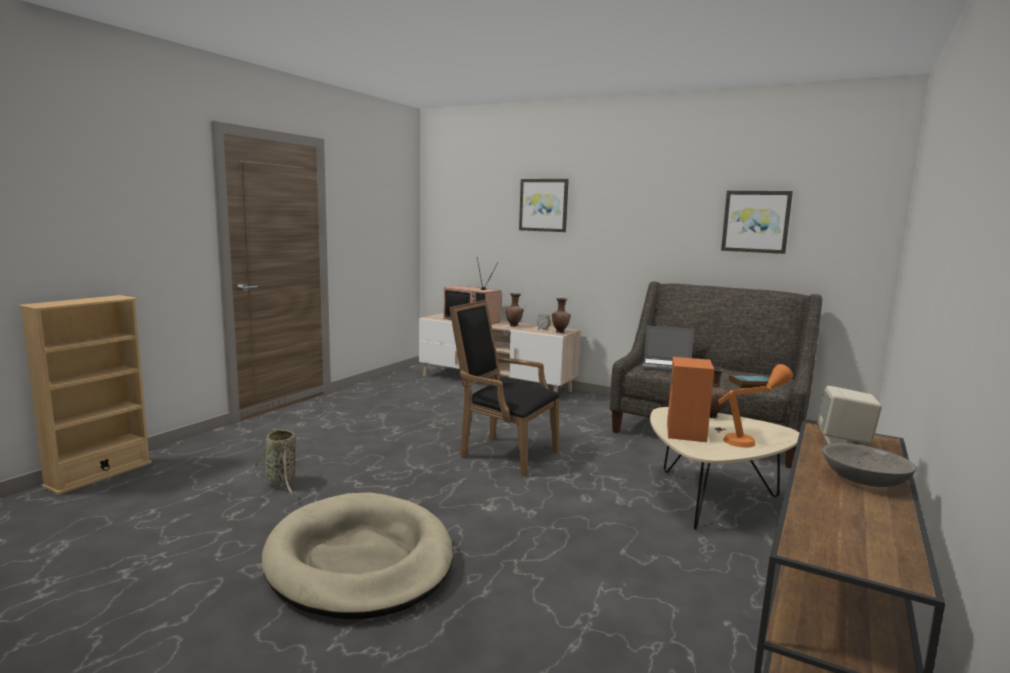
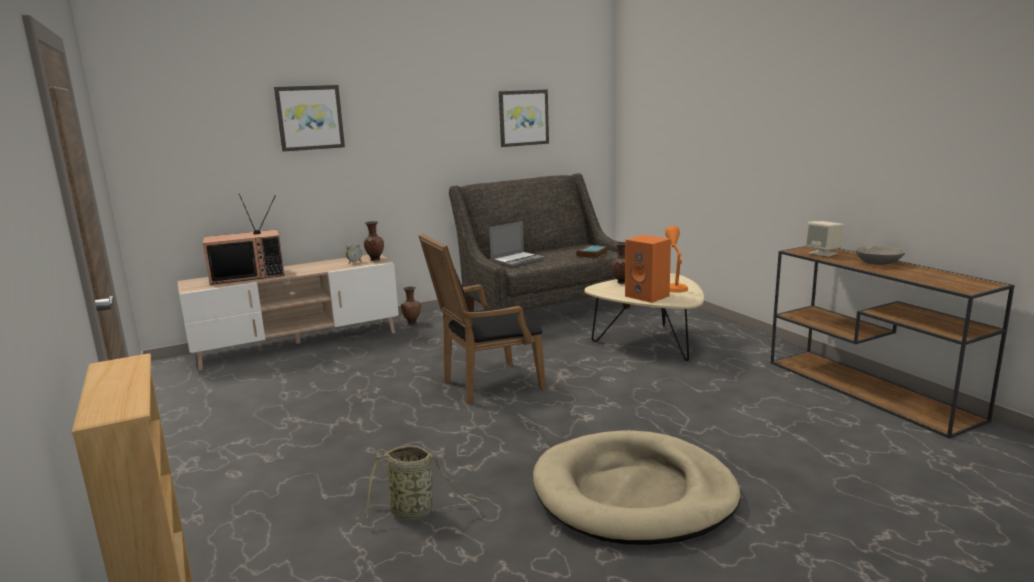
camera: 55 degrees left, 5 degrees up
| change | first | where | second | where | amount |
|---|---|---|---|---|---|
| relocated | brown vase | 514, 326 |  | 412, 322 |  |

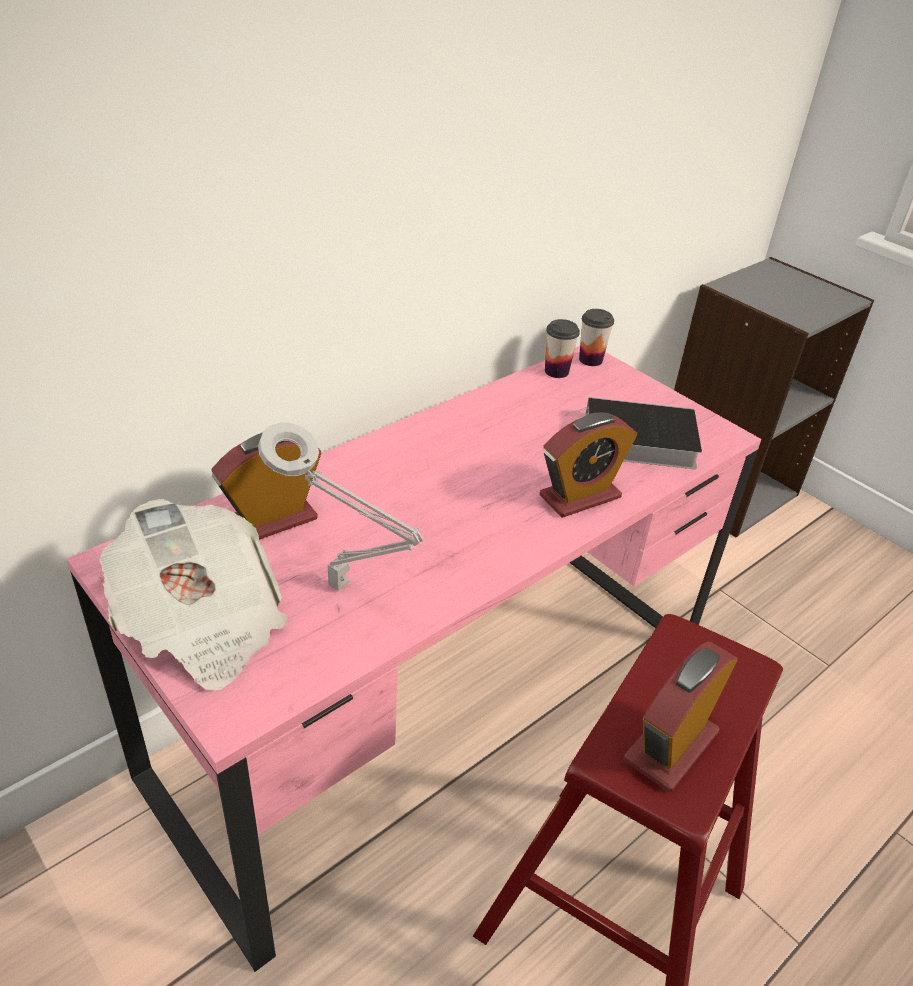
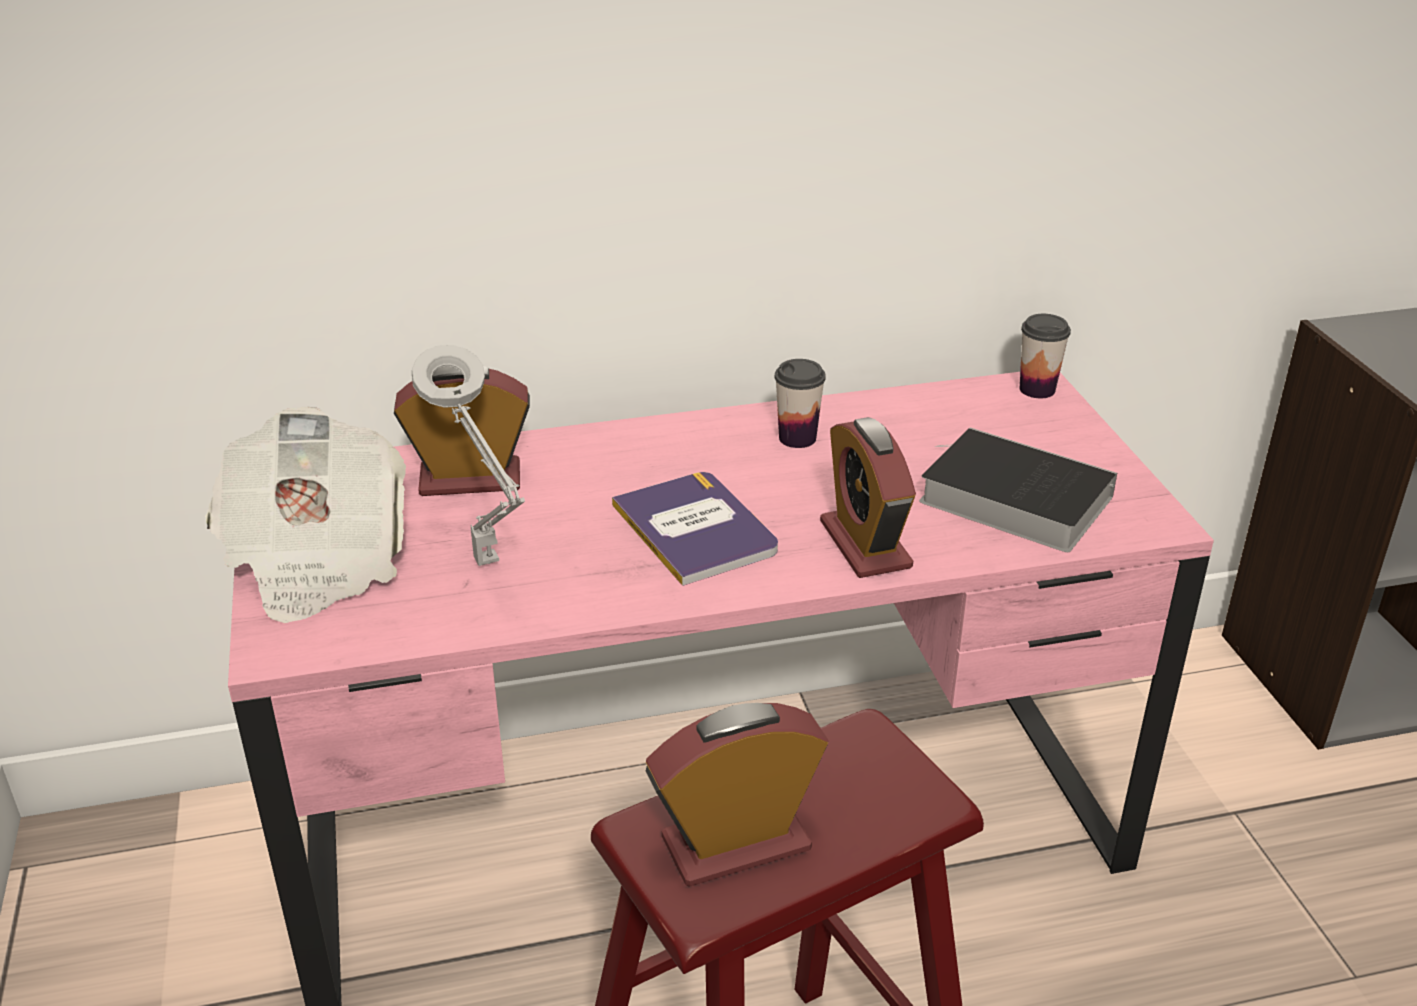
camera: 30 degrees right, 5 degrees down
| change | first | where | second | where | amount |
|---|---|---|---|---|---|
| spun | alarm clock | 580, 496 |  | 865, 544 | 75 degrees clockwise |
| relocated | cup | 556, 371 |  | 797, 438 |  |
| appeared |  |  | book | 695, 529 |  |

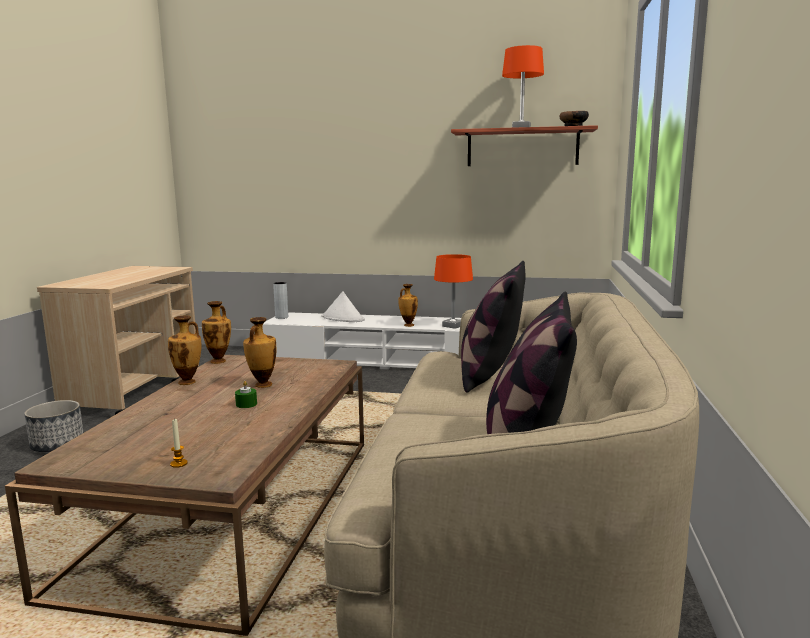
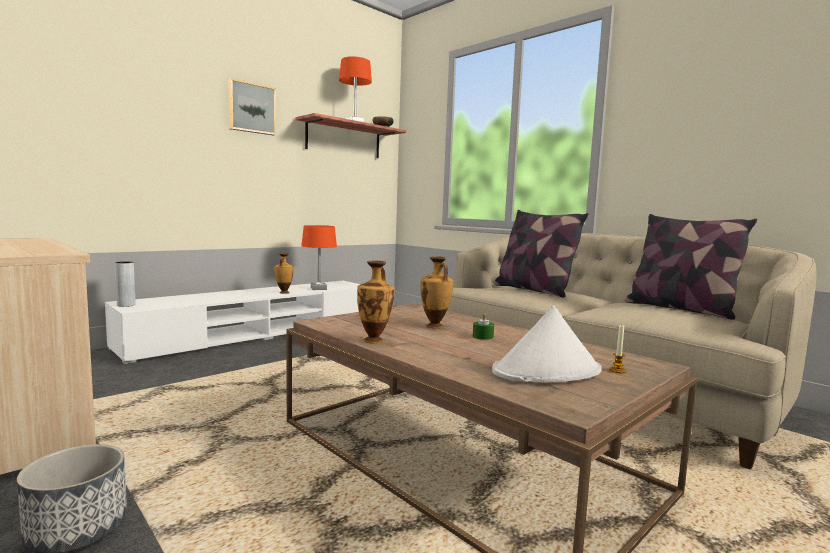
camera: 55 degrees left, 5 degrees down
| change | first | where | second | where | amount |
|---|---|---|---|---|---|
| missing | vase | 219, 361 |  |  |  |
| relocated | white hat | 343, 318 |  | 547, 371 |  |
| appeared |  |  | picture | 251, 108 |  |

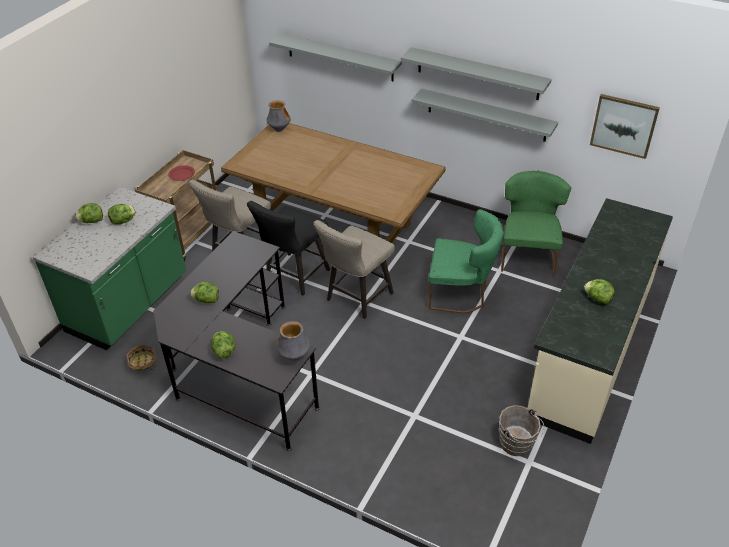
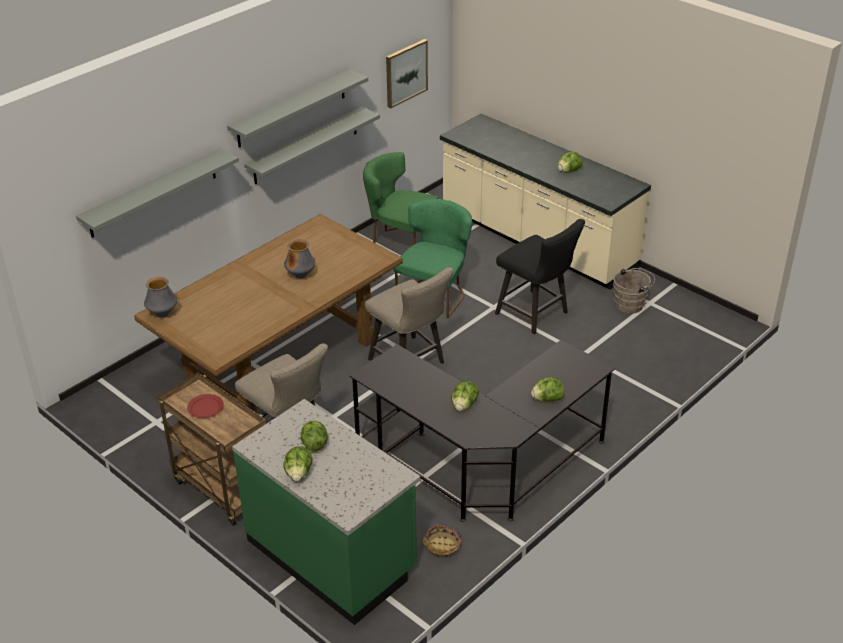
camera: 75 degrees left, 5 degrees down
| change | first | where | second | where | amount |
|---|---|---|---|---|---|
| relocated | black stool | 294, 277 |  | 536, 315 |  |
| relocated | vase | 294, 356 |  | 300, 275 |  |

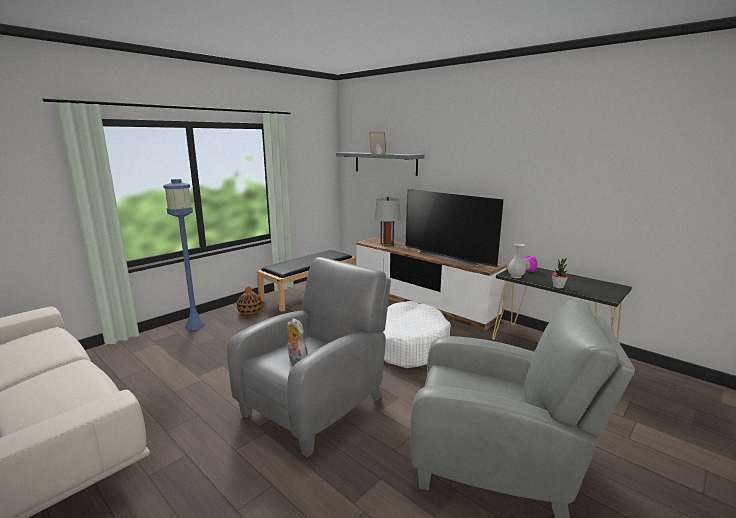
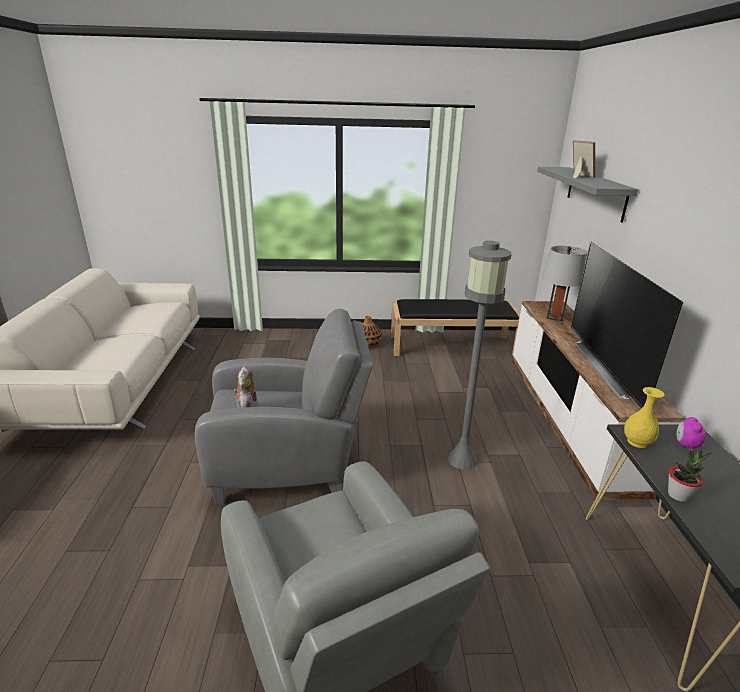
camera: 45 degrees right, 10 degrees up
| change | first | where | second | where | amount |
|---|---|---|---|---|---|
| missing | blue floor lamp | 195, 325 |  |  |  |
| exchanged | white dog bed | 409, 344 | grey floor lamp | 462, 460 |  |
| colour | white vase | 516, 276 | yellow vase | 637, 442 |  |

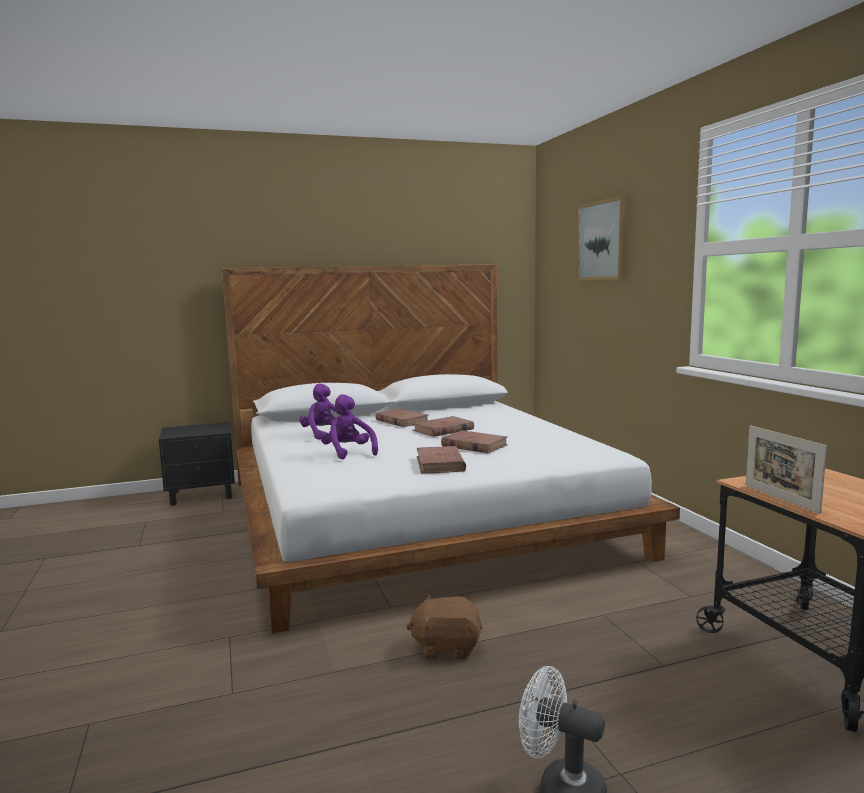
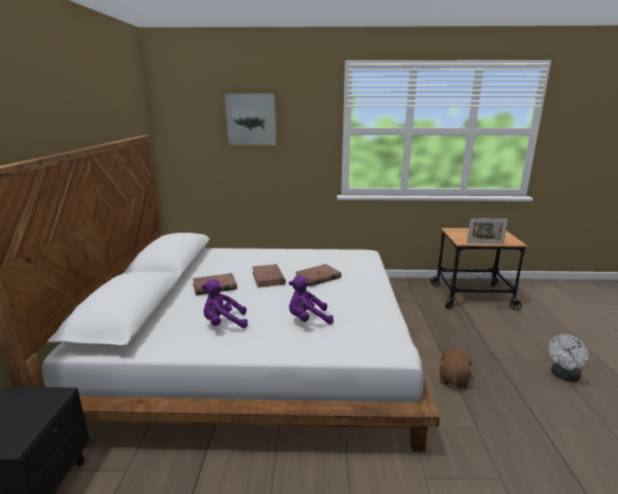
camera: 70 degrees left, 10 degrees up
| change | first | where | second | where | amount |
|---|---|---|---|---|---|
| missing | brown book | 440, 464 |  |  |  |

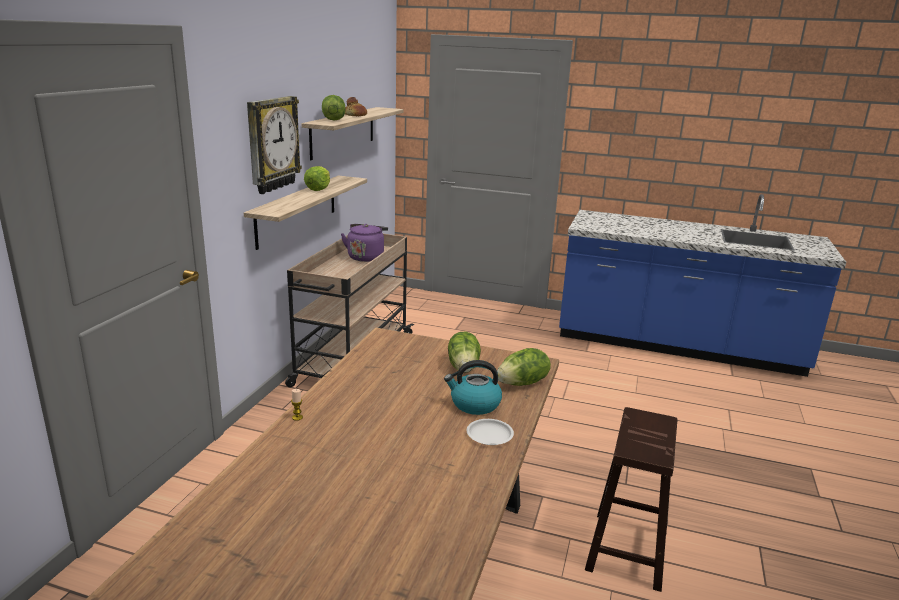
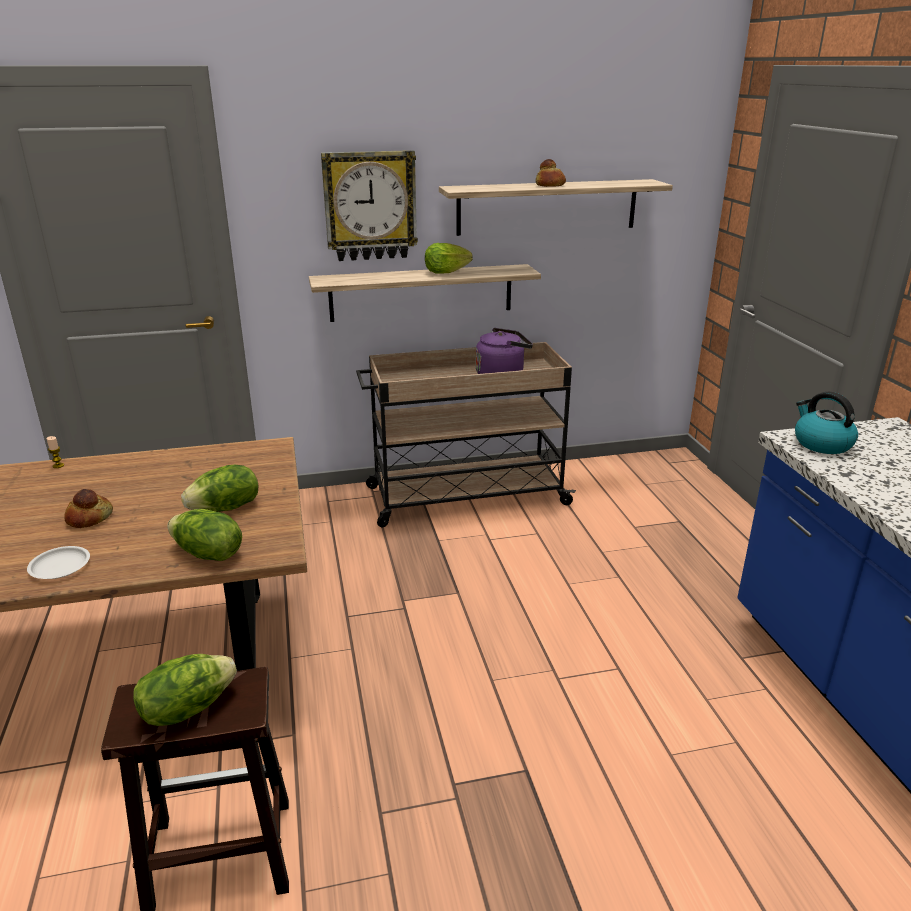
camera: 60 degrees right, 5 degrees up
| change | first | where | second | where | amount |
|---|---|---|---|---|---|
| relocated | lettuce | 333, 119 |  | 187, 708 |  |
| relocated | kettle | 474, 404 |  | 821, 443 |  |
| appeared |  |  | bread | 89, 518 |  |

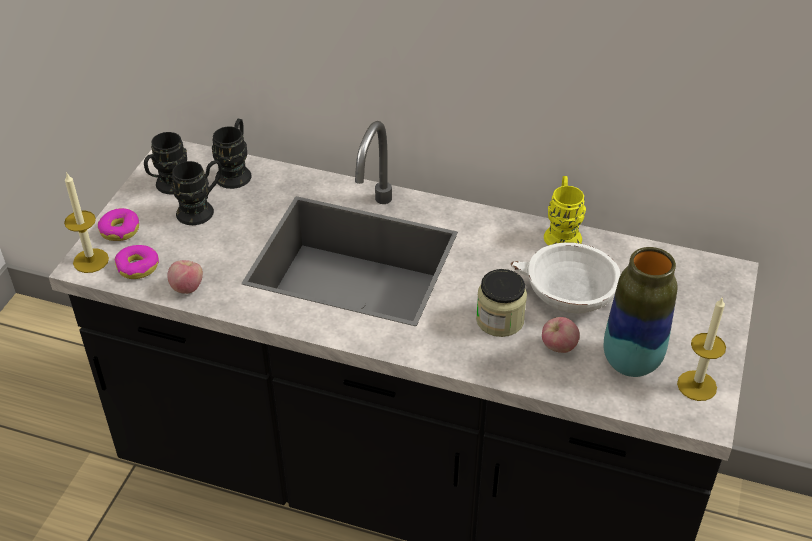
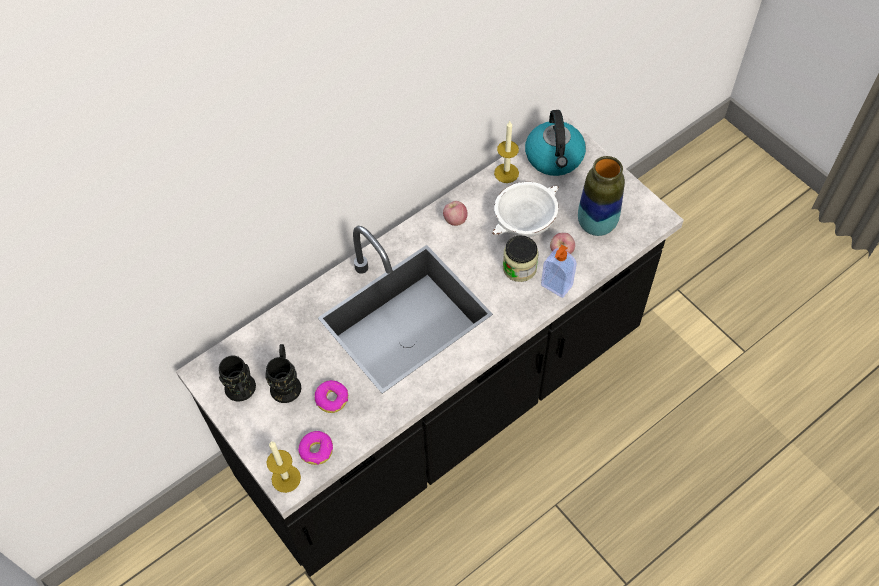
camera: 55 degrees left, 15 degrees up
| change | first | where | second | where | amount |
|---|---|---|---|---|---|
| relocated | donut | 120, 230 |  | 332, 399 |  |
| relocated | apple | 187, 288 |  | 455, 220 |  |
| missing | black mug | 236, 172 |  |  |  |
| missing | yellow mug | 562, 232 |  |  |  |
| relocated | candle | 697, 385 |  | 506, 173 |  |
| appeared |  |  | kettle | 554, 158 |  |
| appeared |  |  | soap dispenser | 556, 286 |  |

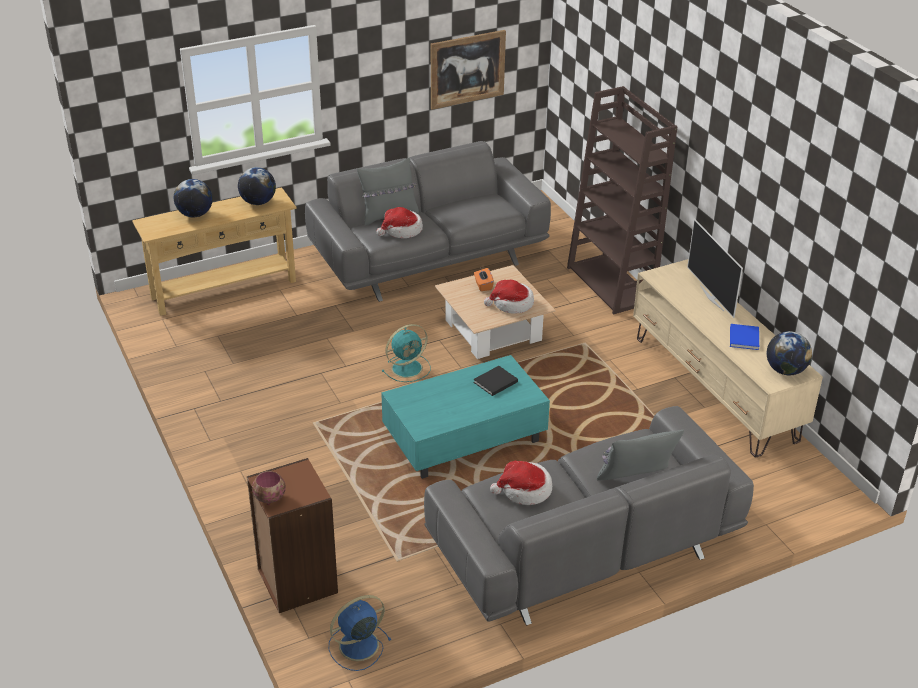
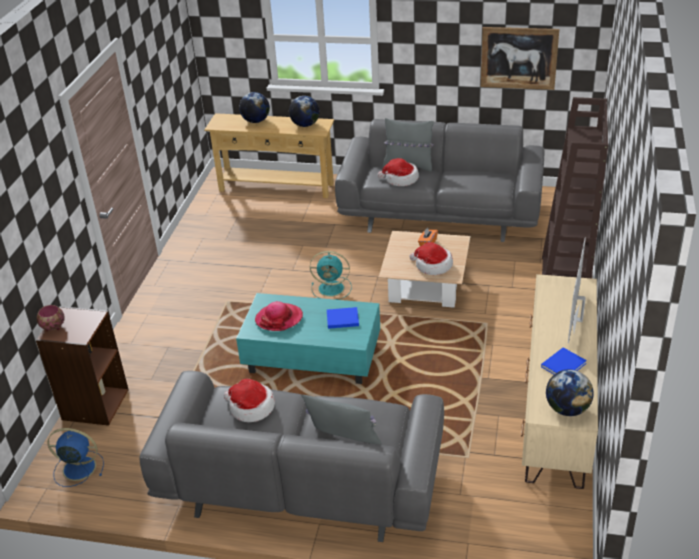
camera: 40 degrees right, 0 degrees up
| change | first | where | second | where | amount |
|---|---|---|---|---|---|
| colour | black book | 494, 382 | blue book | 341, 319 |  |
| appeared |  |  | hat | 279, 319 |  |

